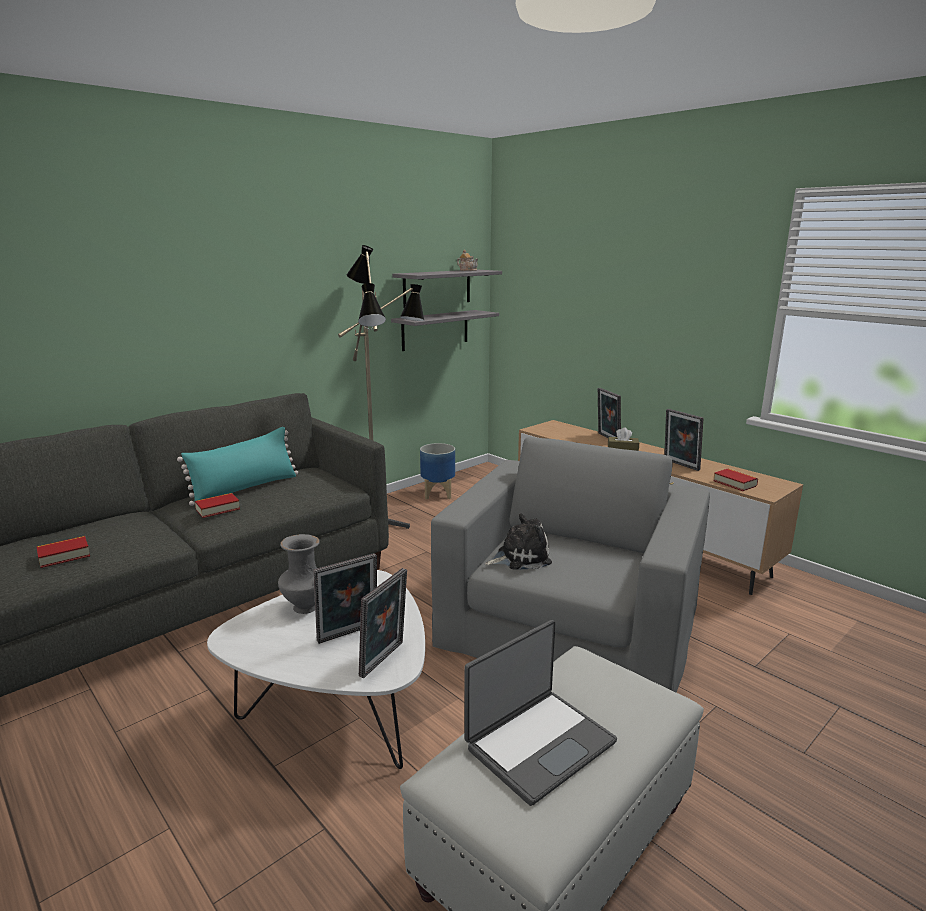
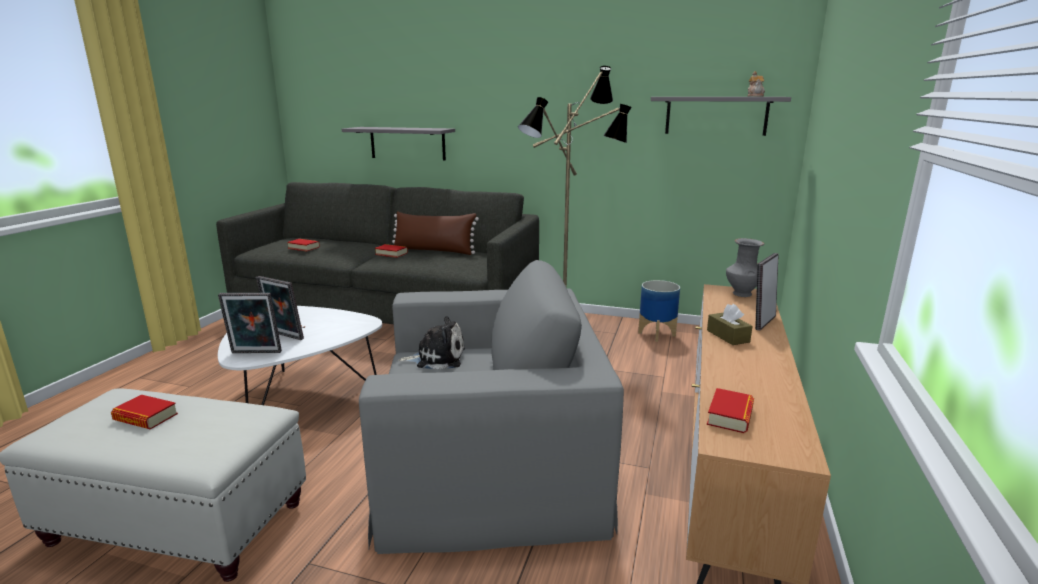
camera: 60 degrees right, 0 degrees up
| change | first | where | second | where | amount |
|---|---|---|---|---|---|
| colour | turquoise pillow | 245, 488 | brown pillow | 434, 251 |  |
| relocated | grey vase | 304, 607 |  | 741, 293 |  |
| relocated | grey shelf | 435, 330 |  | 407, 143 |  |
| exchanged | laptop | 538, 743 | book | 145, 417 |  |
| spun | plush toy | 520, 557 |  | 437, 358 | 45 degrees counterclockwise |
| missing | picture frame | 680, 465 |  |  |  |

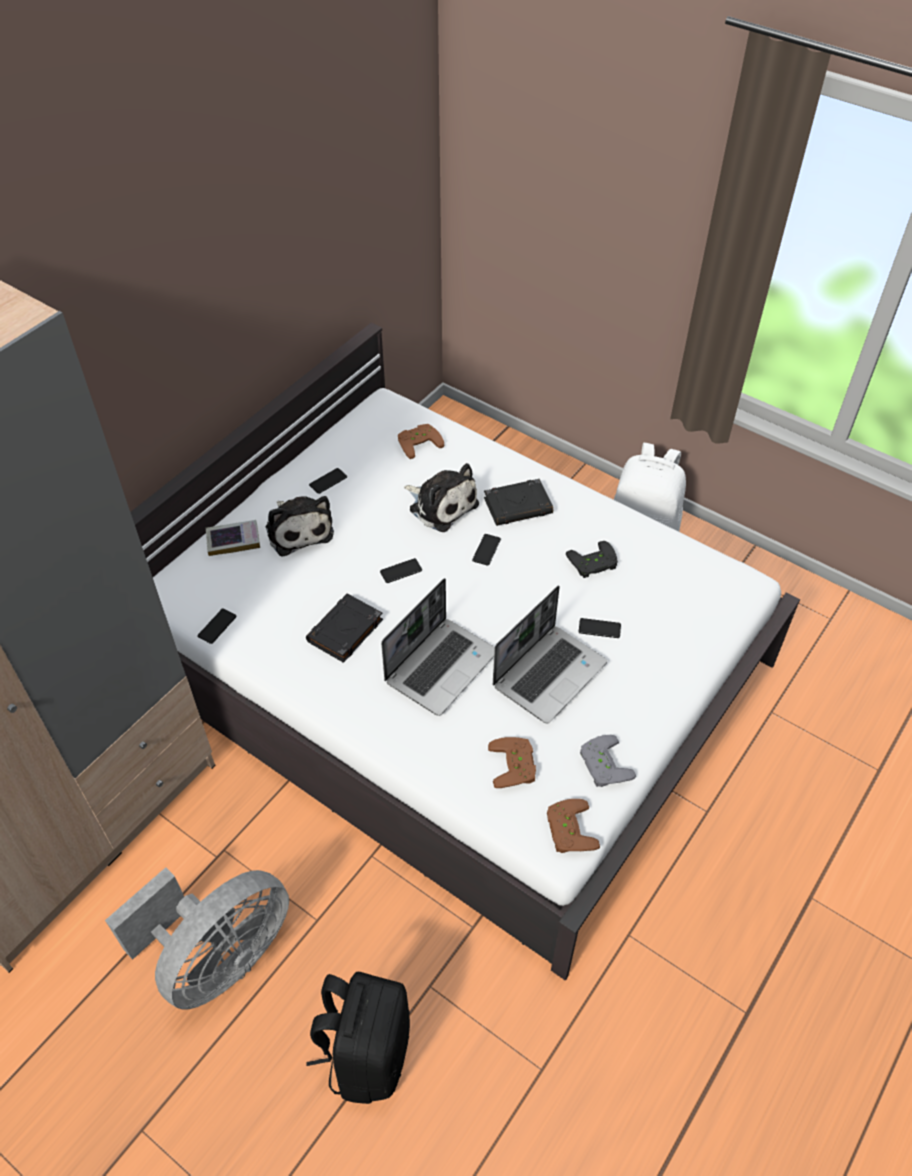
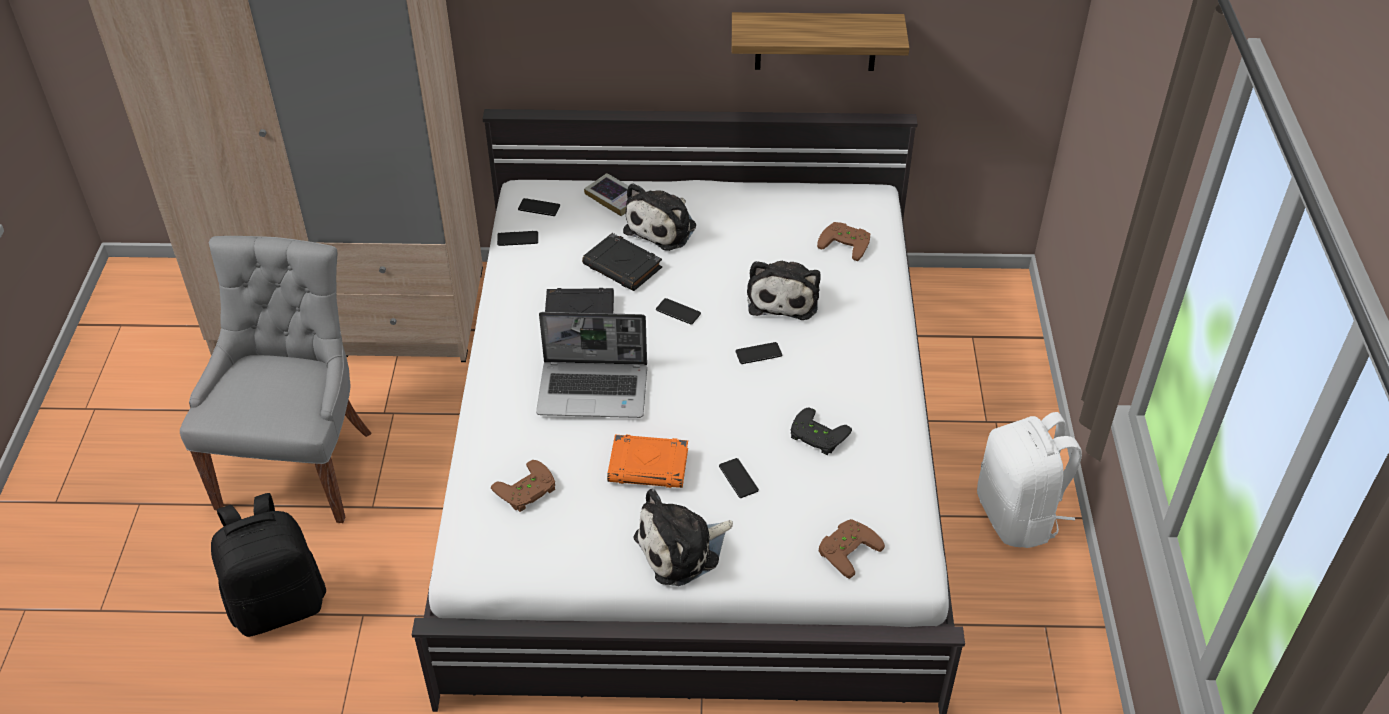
camera: 55 degrees right, 5 degrees down
| change | first | where | second | where | amount |
|---|---|---|---|---|---|
| exchanged | grey fan | 219, 958 | grey chair | 299, 466 |  |
| relocated | phone | 328, 481 |  | 539, 208 |  |
| relocated | black book | 518, 506 |  | 623, 267 |  |
| exchanged | laptop | 549, 673 | orange book | 649, 466 |  |
| relocated | brown game controller | 567, 829 |  | 846, 548 |  |
| missing | grey game controller | 602, 765 |  |  |  |
| appeared |  |  | plush toy | 682, 549 |  |
| appeared |  |  | shelf | 816, 41 |  |

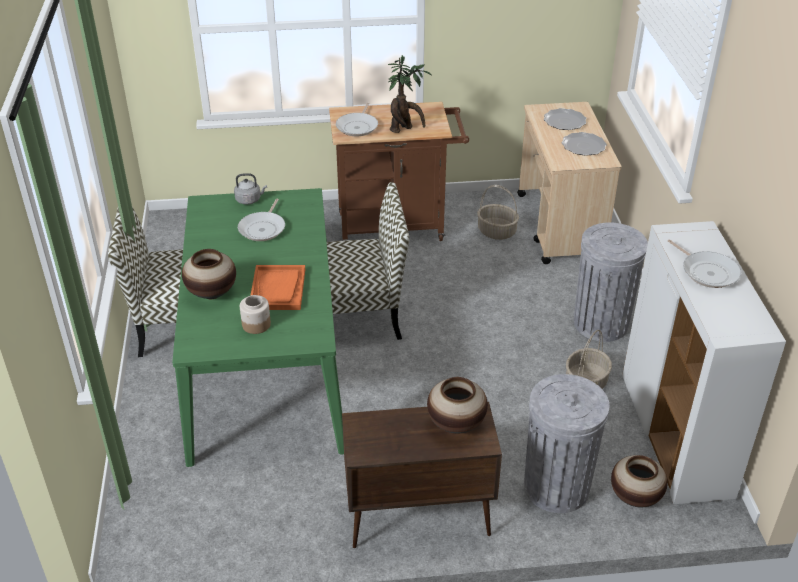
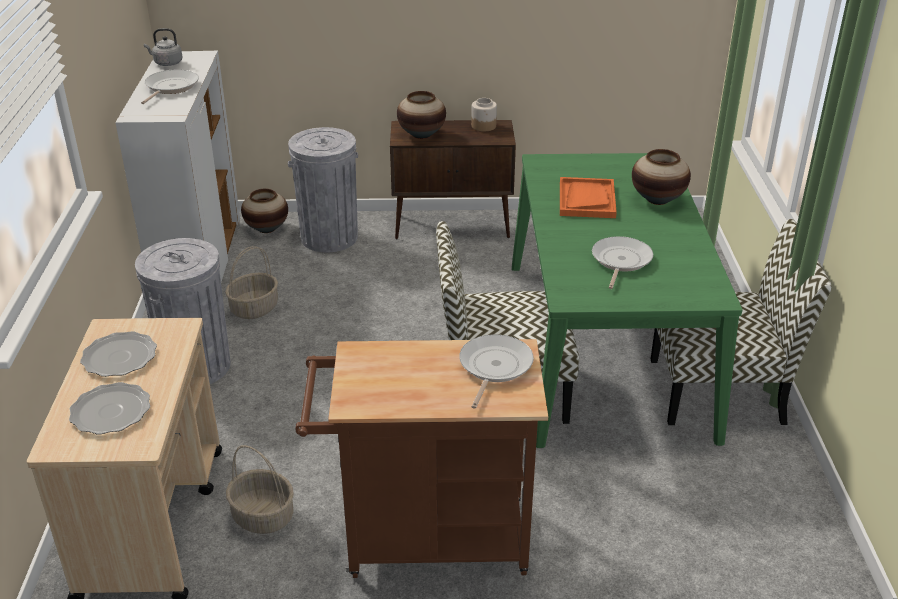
camera: 175 degrees left, 5 degrees down
| change | first | where | second | where | amount |
|---|---|---|---|---|---|
| relocated | grey kettle | 249, 200 |  | 166, 63 |  |
| relocated | jar | 256, 325 |  | 484, 126 |  |
| missing | potted plant | 404, 128 |  |  |  |
| spun | frying pan | 707, 272 |  | 170, 87 | 45 degrees clockwise |

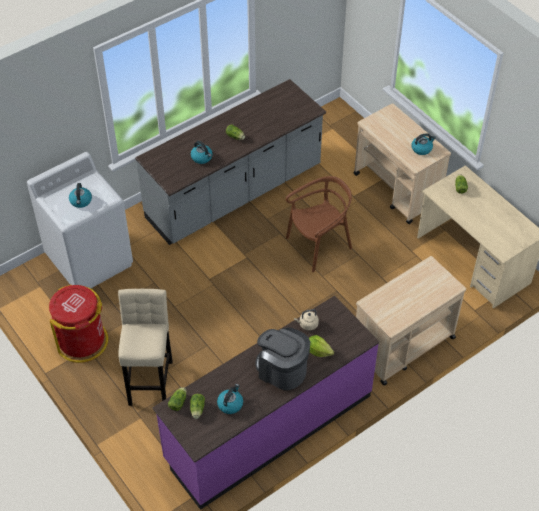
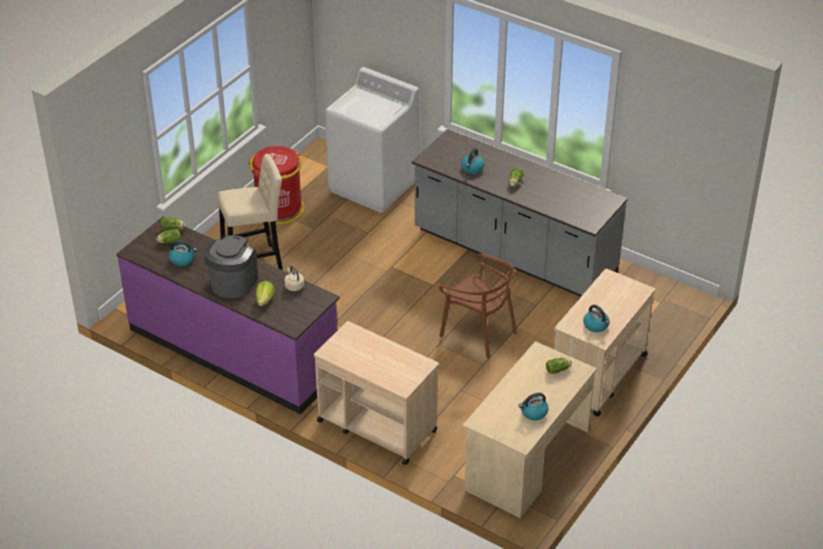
camera: 70 degrees right, 10 degrees down
| change | first | where | second | where | amount |
|---|---|---|---|---|---|
| relocated | kettle | 81, 201 |  | 533, 412 |  |

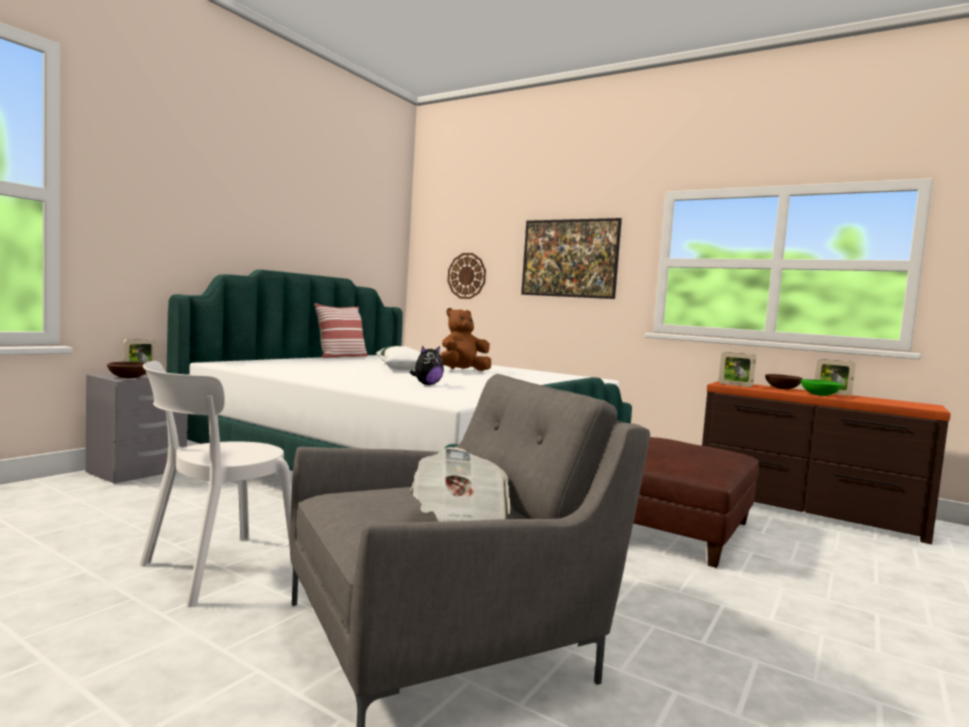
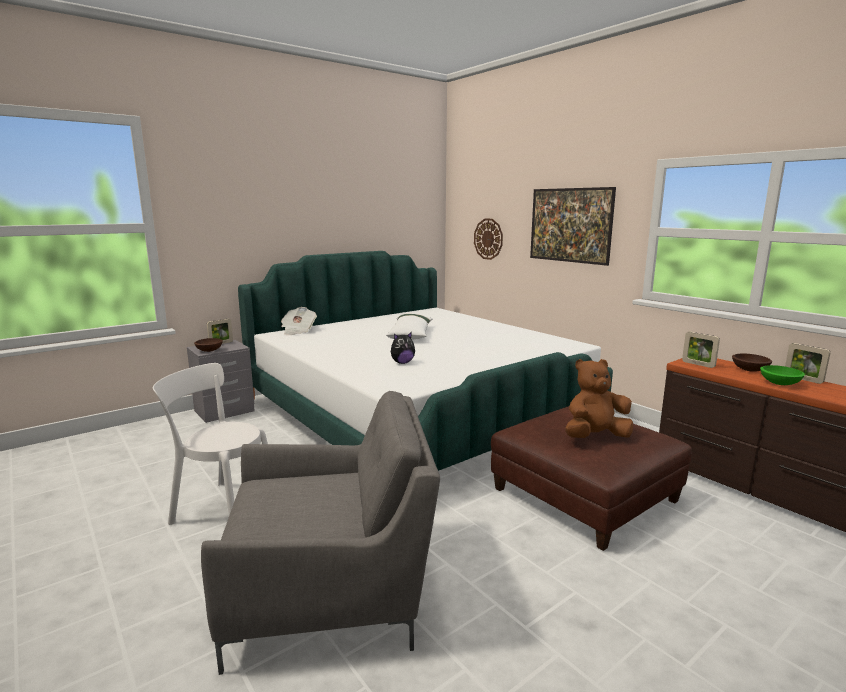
camera: 20 degrees right, 10 degrees up
| change | first | where | second | where | amount |
|---|---|---|---|---|---|
| spun | white chair | 213, 570 |  | 222, 507 | 45 degrees clockwise |
| missing | pillow | 341, 356 |  |  |  |
| relocated | newspaper | 460, 520 |  | 298, 331 |  |
| relocated | brown plush toy | 462, 371 |  | 595, 436 |  |

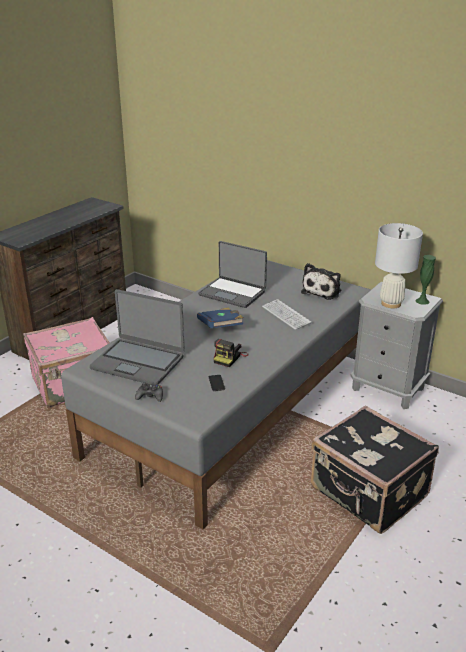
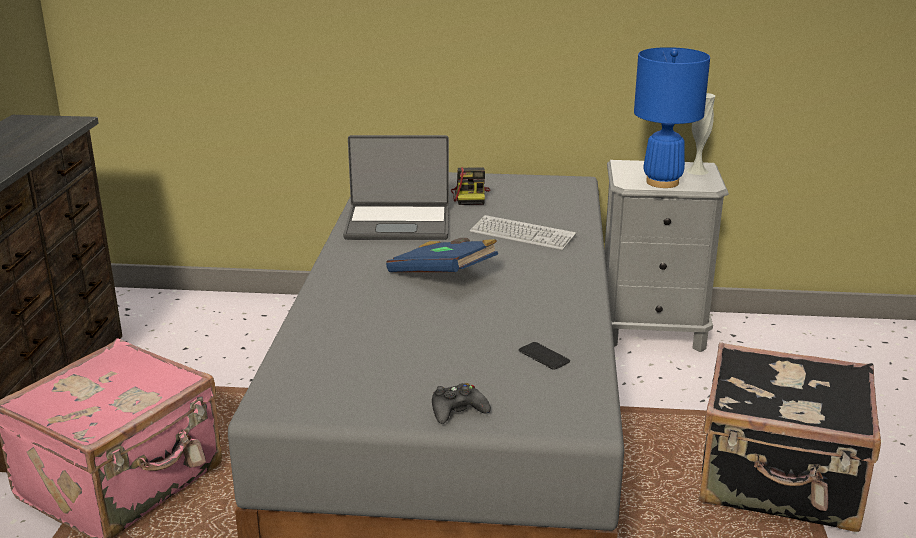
camera: 30 degrees left, 5 degrees down
| change | first | where | second | where | amount |
|---|---|---|---|---|---|
| missing | laptop | 138, 362 |  |  |  |
| relocated | photo camera | 229, 357 |  | 470, 197 |  |
| missing | plush toy | 323, 291 |  |  |  |
| colour | white table lamp | 391, 303 | blue table lamp | 662, 182 |  |
| colour | green vase | 422, 301 | white vase | 697, 171 |  |

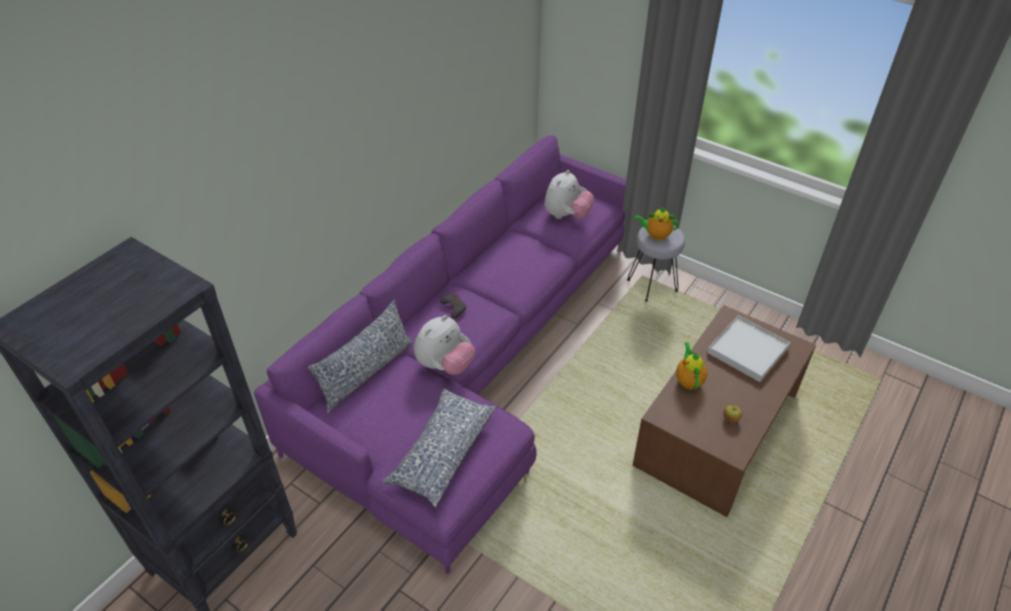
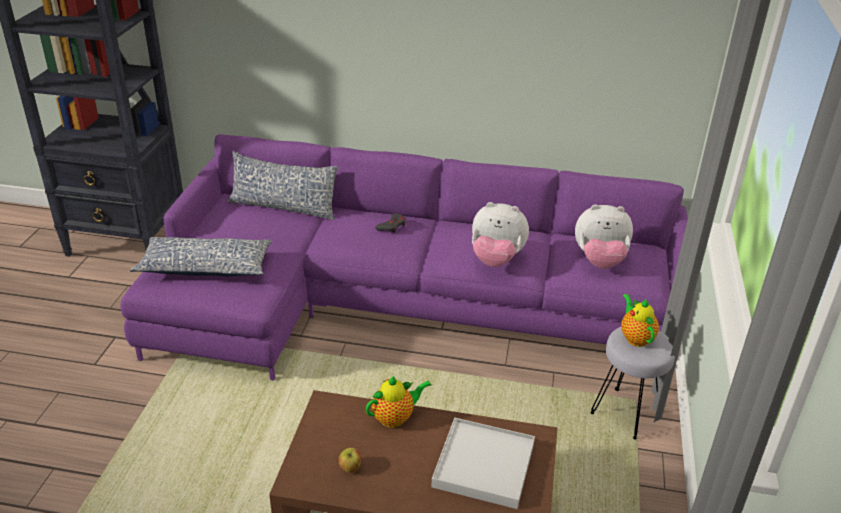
camera: 65 degrees right, 10 degrees down
| change | first | where | second | where | amount |
|---|---|---|---|---|---|
| relocated | plush toy | 445, 365 |  | 496, 260 |  |

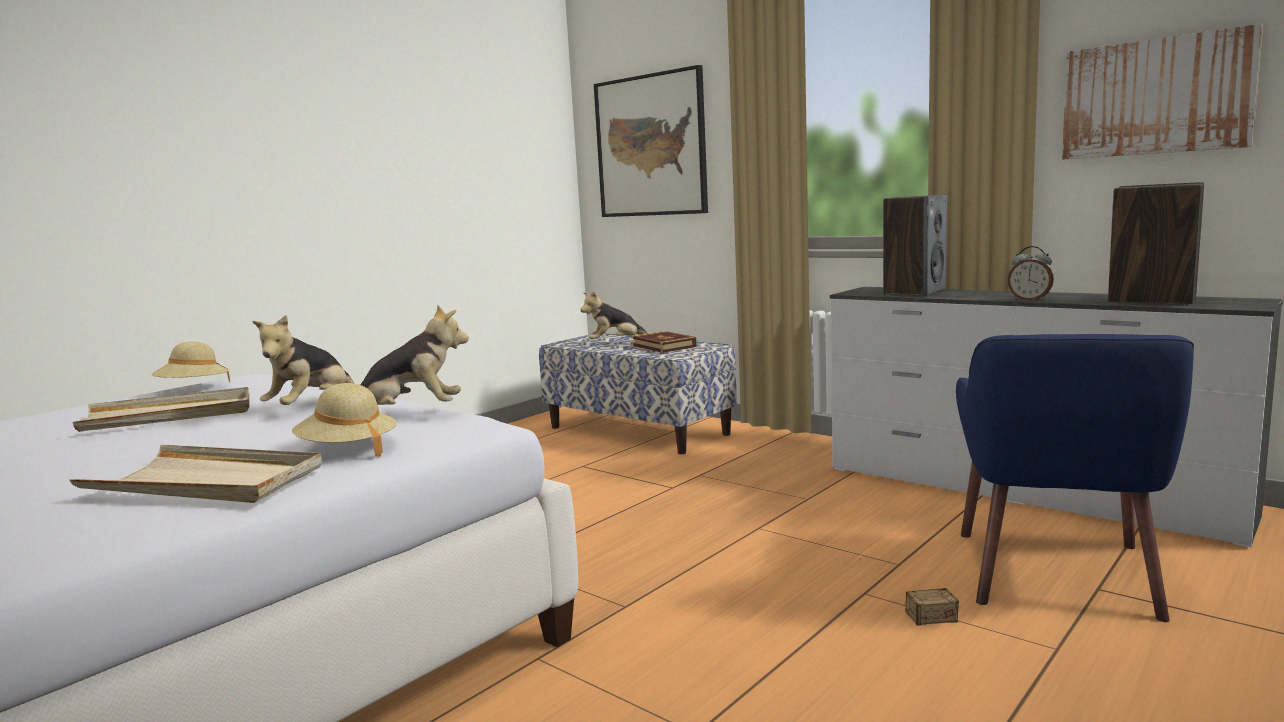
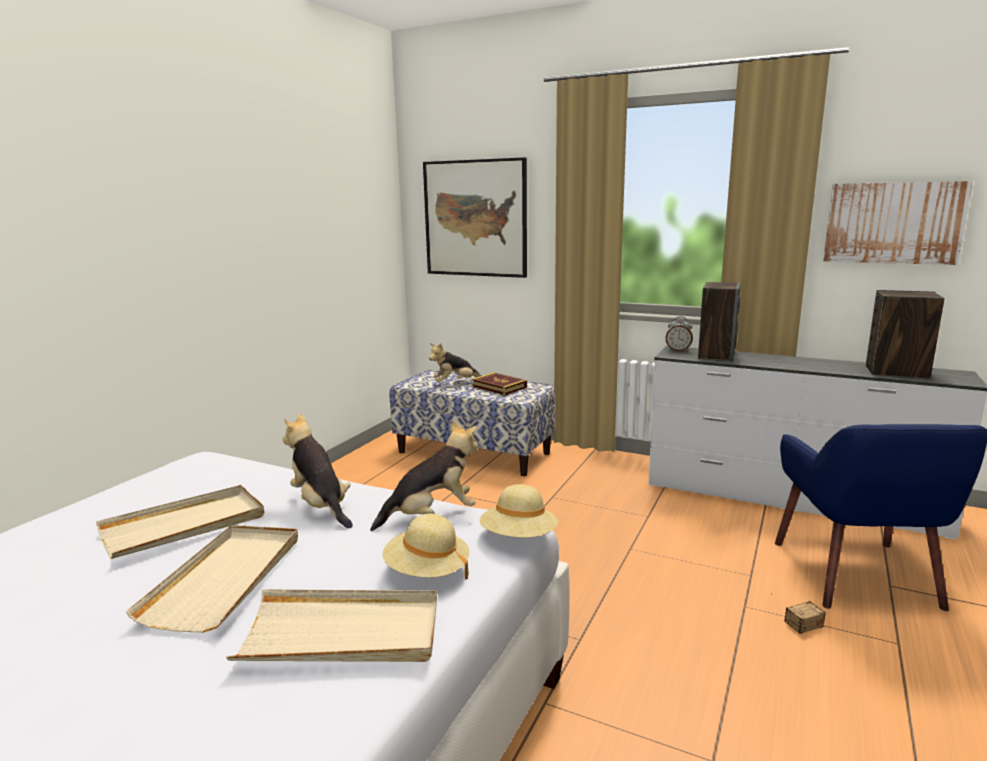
camera: 15 degrees left, 5 degrees up
| change | first | where | second | where | amount |
|---|---|---|---|---|---|
| relocated | beige hat | 193, 389 |  | 519, 538 |  |
| spun | plush toy | 311, 406 |  | 321, 506 | 135 degrees clockwise |
| relocated | alarm clock | 1030, 300 |  | 678, 350 |  |
| appeared |  |  | beige tray | 226, 578 |  |

